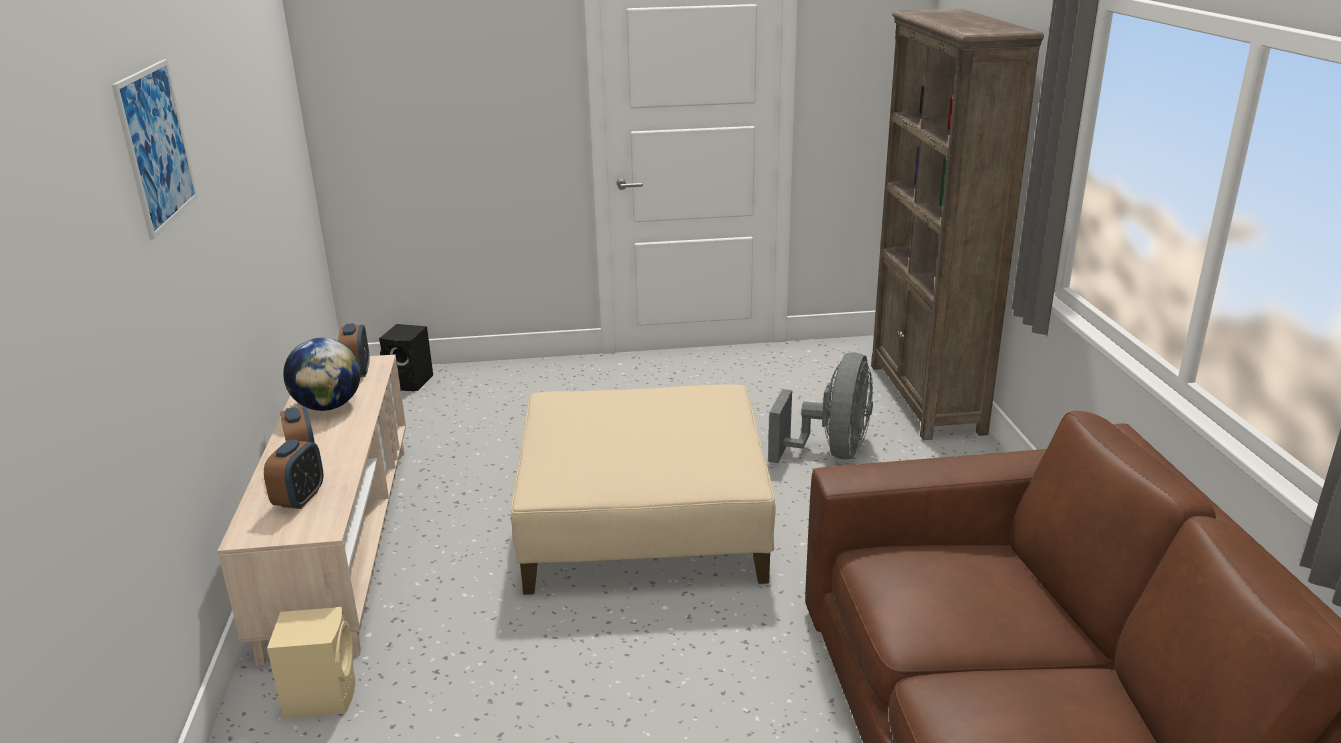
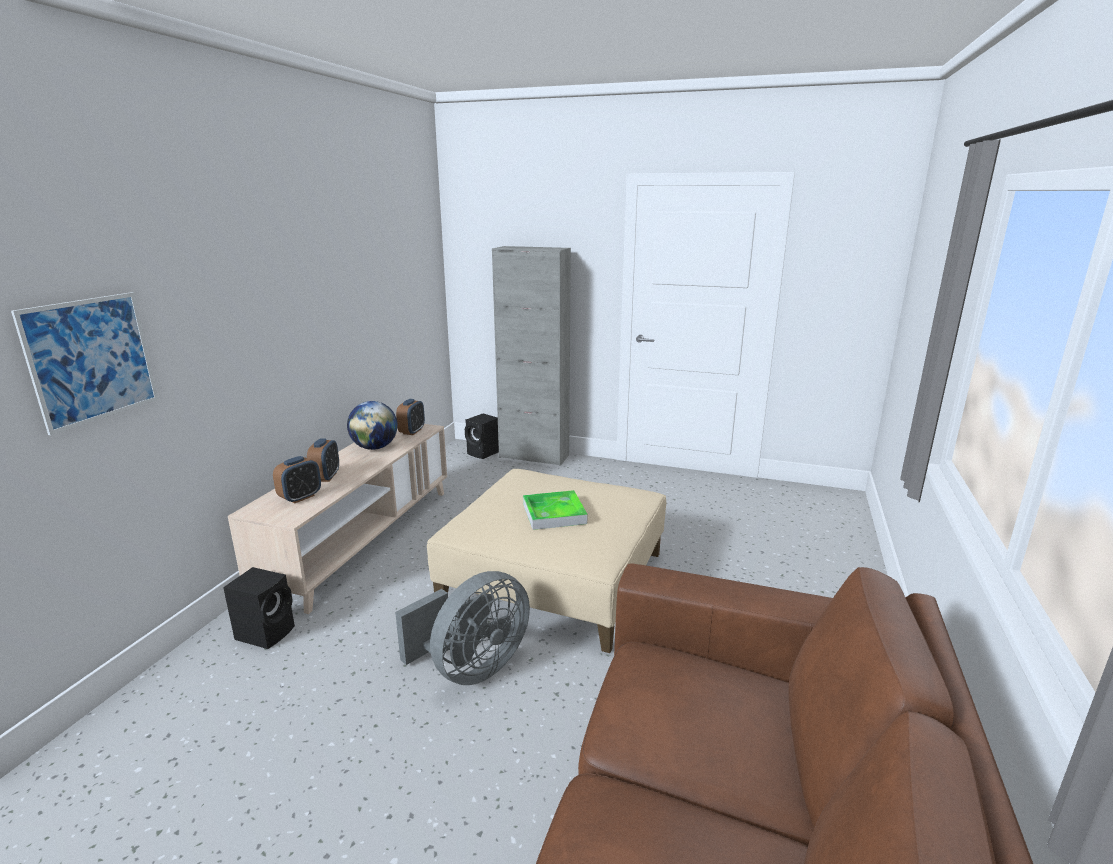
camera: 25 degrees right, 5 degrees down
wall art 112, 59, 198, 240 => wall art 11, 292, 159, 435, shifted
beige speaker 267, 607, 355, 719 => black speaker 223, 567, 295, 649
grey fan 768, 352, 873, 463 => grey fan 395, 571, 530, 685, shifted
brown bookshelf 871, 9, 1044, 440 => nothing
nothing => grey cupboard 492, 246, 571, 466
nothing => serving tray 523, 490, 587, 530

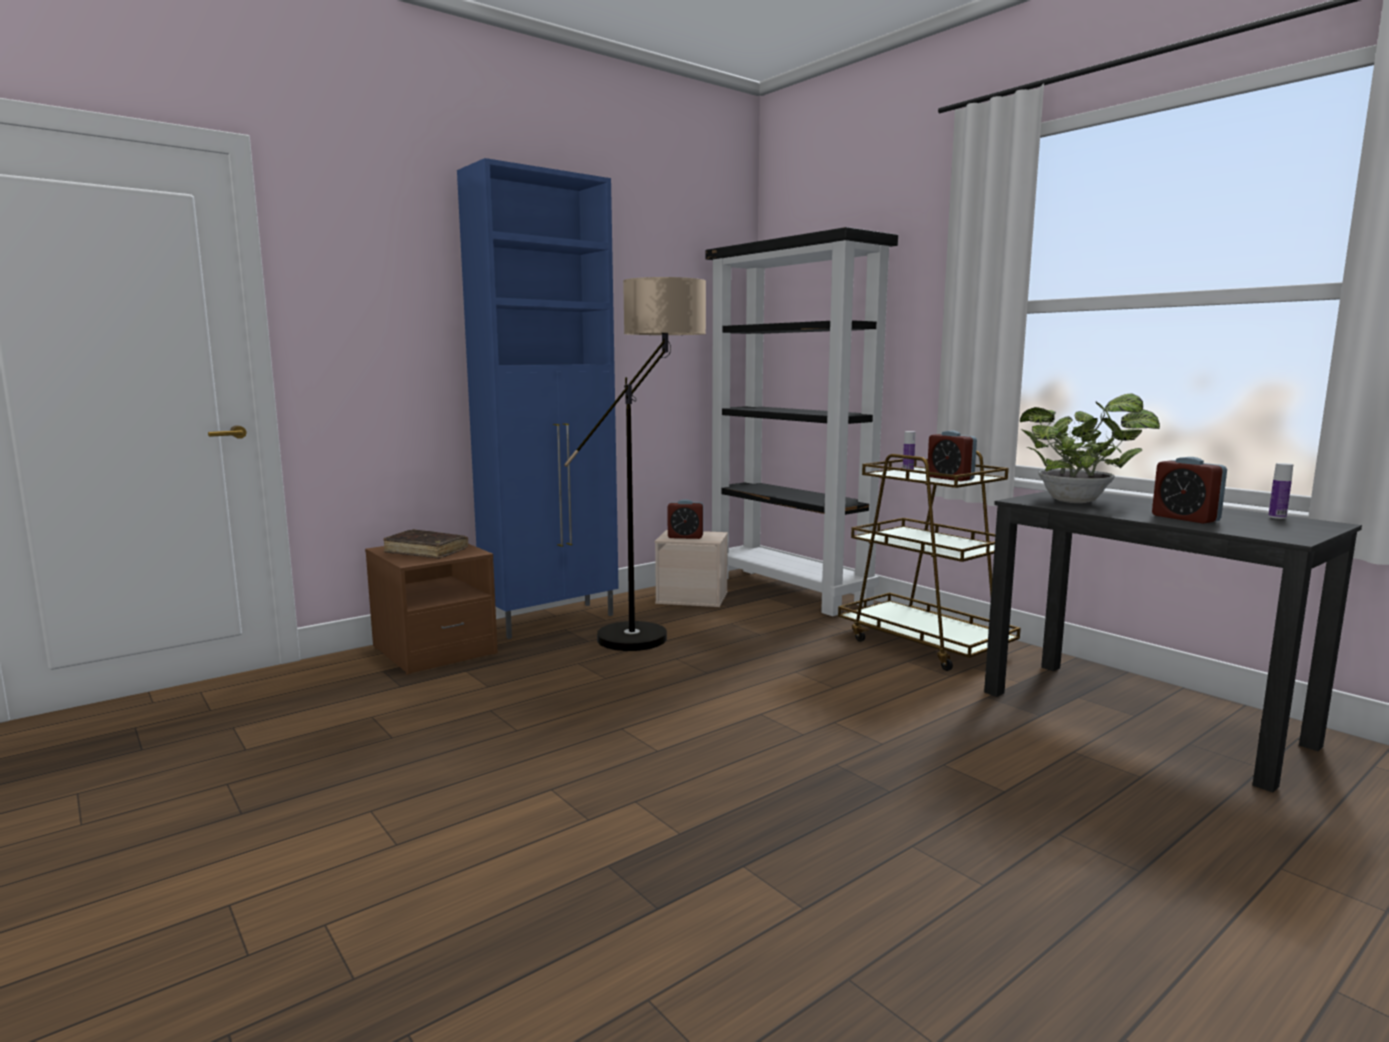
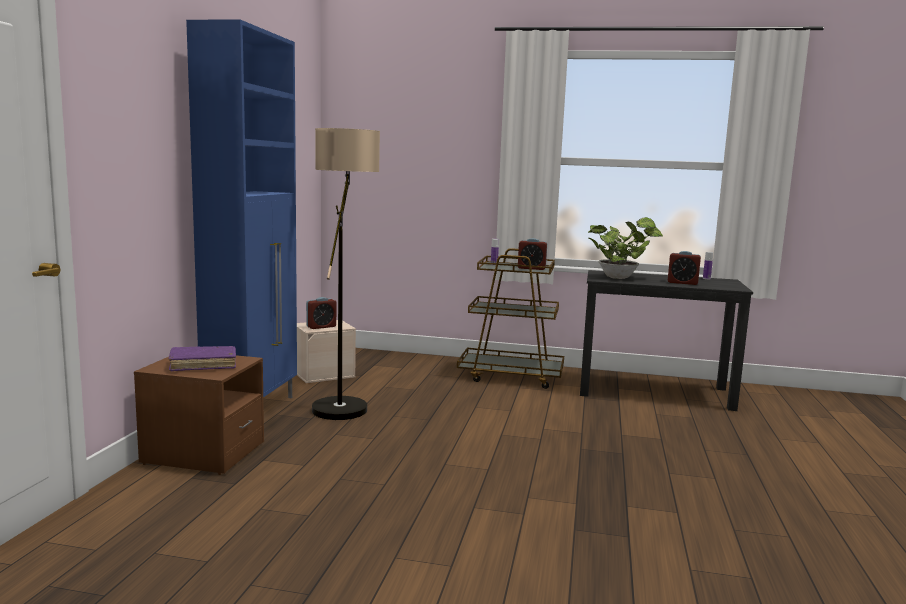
camera: 40 degrees left, 0 degrees up
brown volume 383, 529, 468, 559 => purplish volume 169, 346, 236, 371
black bookshelf 705, 227, 898, 616 => nothing

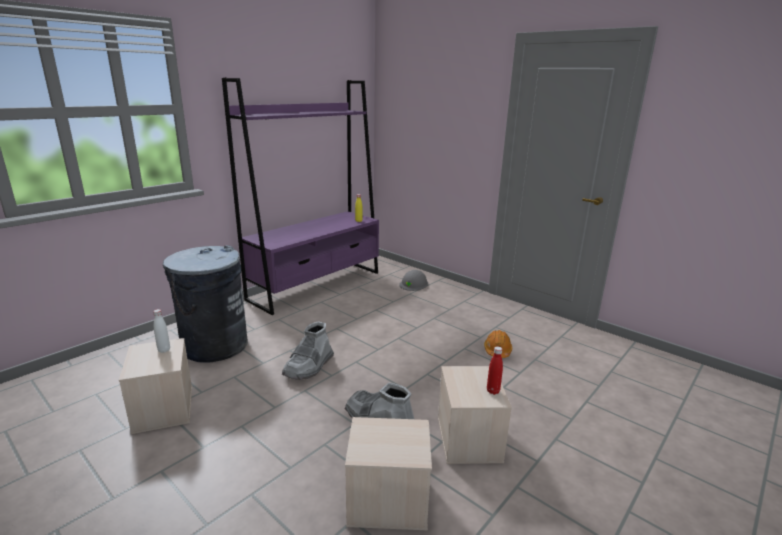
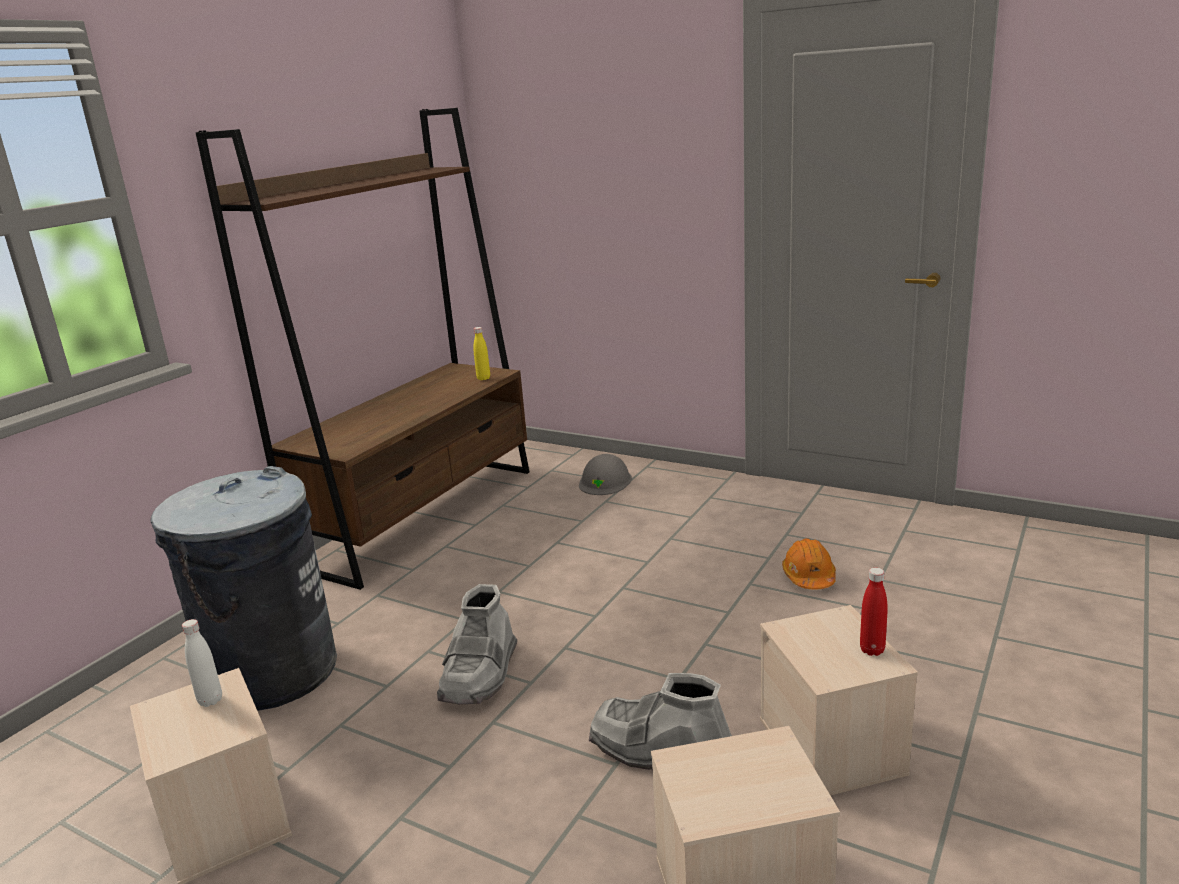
camera: 10 degrees left, 0 degrees up
purplish bookshelf 222, 77, 379, 315 => brown bookshelf 196, 108, 529, 590

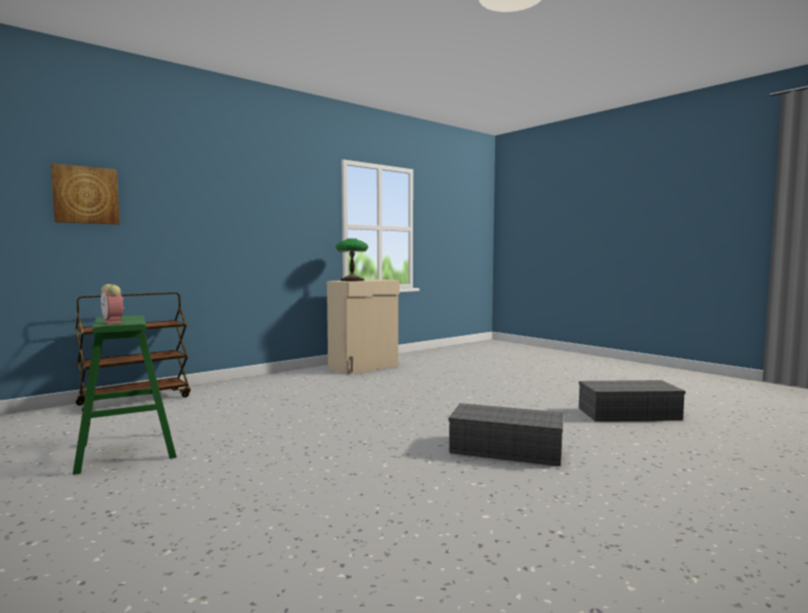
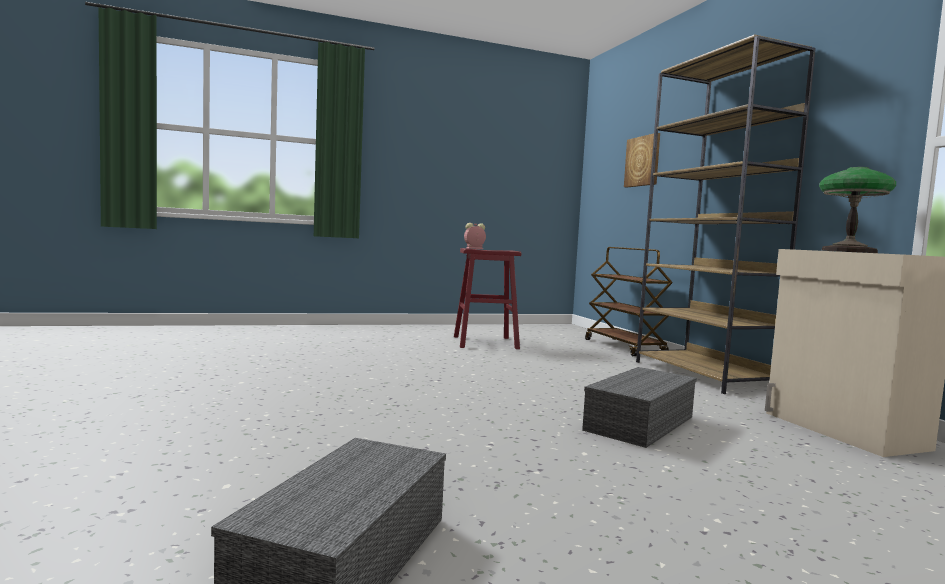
camera: 110 degrees right, 0 degrees up
greenish stool seat 73, 316, 176, 475 => red-coloured stool seat 454, 248, 521, 349
grey storage container 448, 403, 564, 466 => grey storage container 582, 367, 697, 448, shifted
nothing => brown bookshelf 636, 34, 816, 394

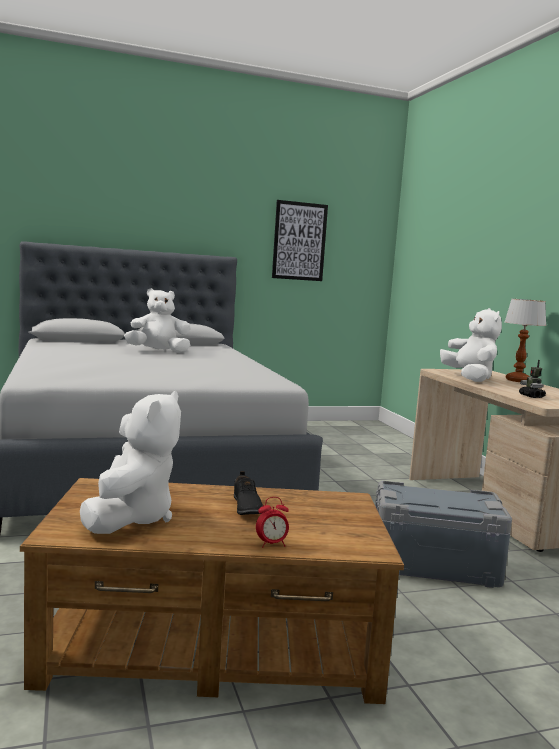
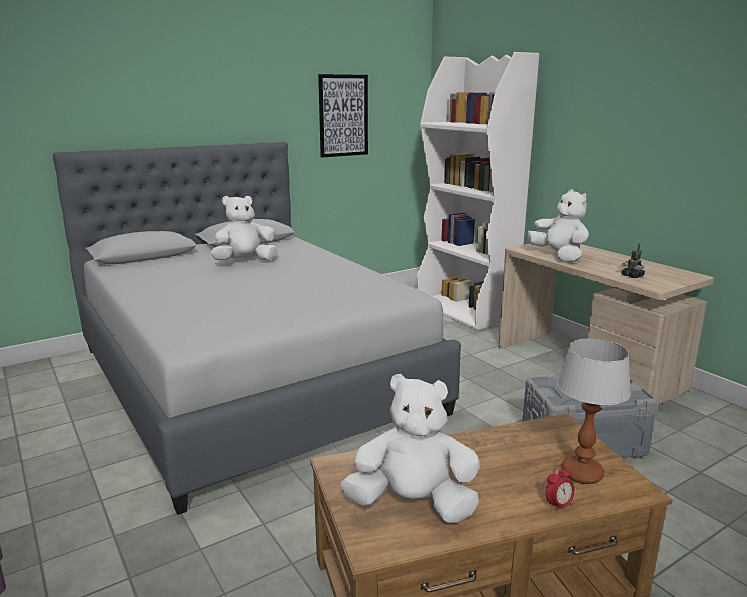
camera: 15 degrees left, 10 degrees up
white cuddly toy 80, 391, 181, 534 => white cuddly toy 341, 374, 480, 523, 75 degrees counterclockwise
black item of footwear 234, 471, 263, 515 => nothing
lamp for a table 505, 299, 546, 382 => lamp for a table 558, 338, 631, 484, shifted
nothing => white bookshelf 416, 52, 539, 330

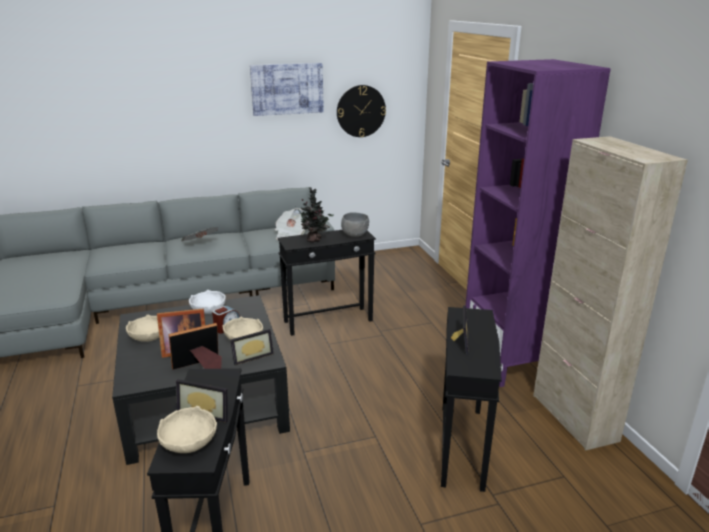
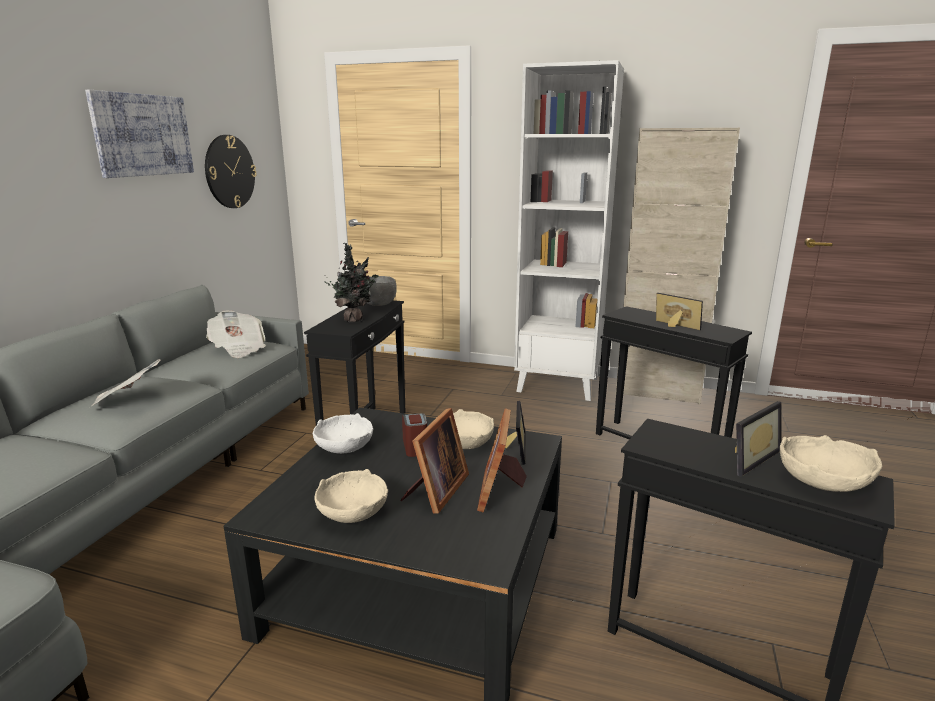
camera: 55 degrees left, 5 degrees down
purplish bookshelf 465, 59, 611, 387 => white bookshelf 514, 60, 624, 401

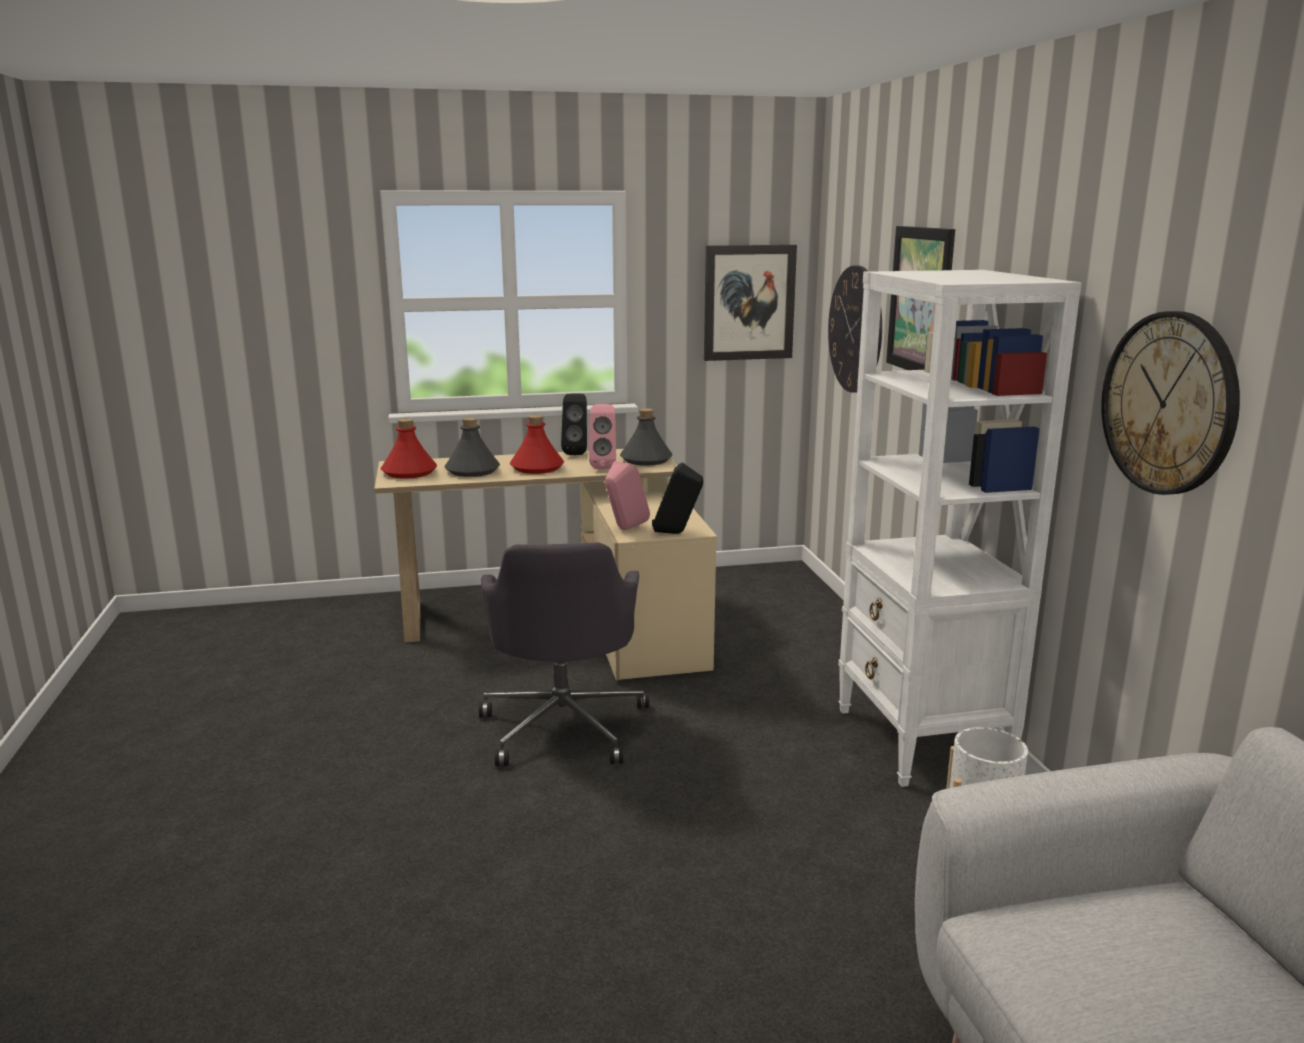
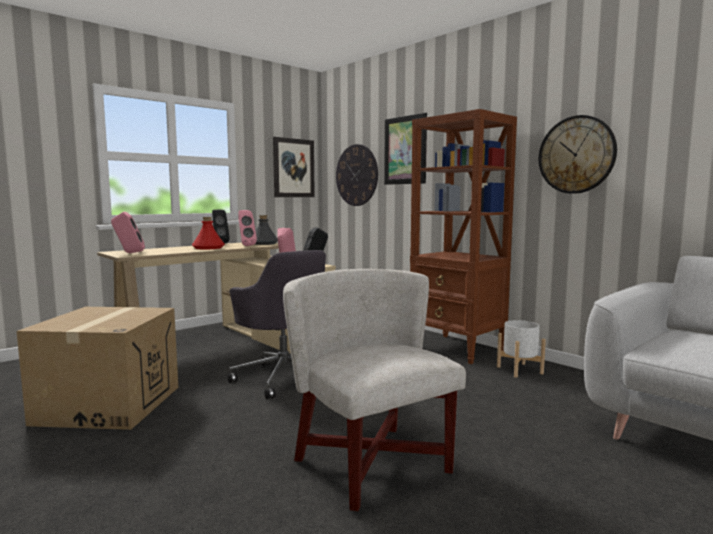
camera: 30 degrees left, 10 degrees down
red-coloured beverage bottle 381, 418, 437, 479 => pink speaker 111, 212, 145, 253
grey beverage bottle 444, 417, 500, 477 => nothing
white bookshelf 838, 270, 1082, 787 => brown bookshelf 410, 109, 517, 364
nothing => cardboard box 17, 307, 178, 430
nothing => white easy chair 283, 269, 466, 511

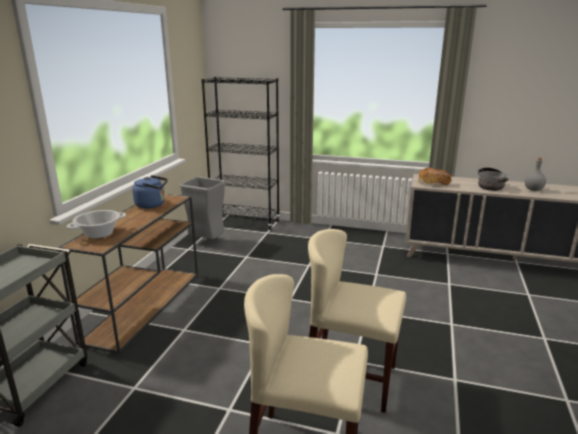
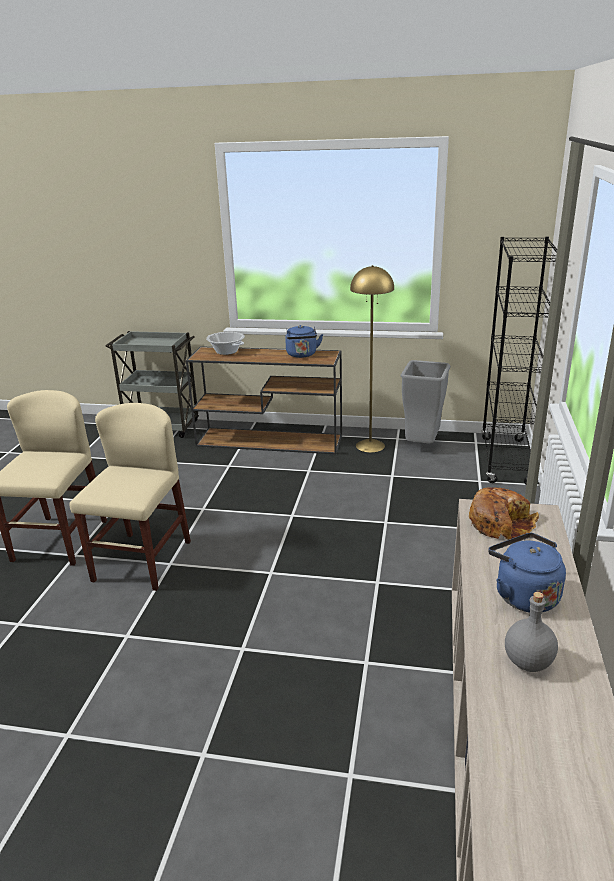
camera: 85 degrees right, 5 degrees up
saucepot 478, 167, 508, 191 => blue water kettle 488, 533, 566, 612
nothing => yellowish floor lamp 350, 265, 394, 453

